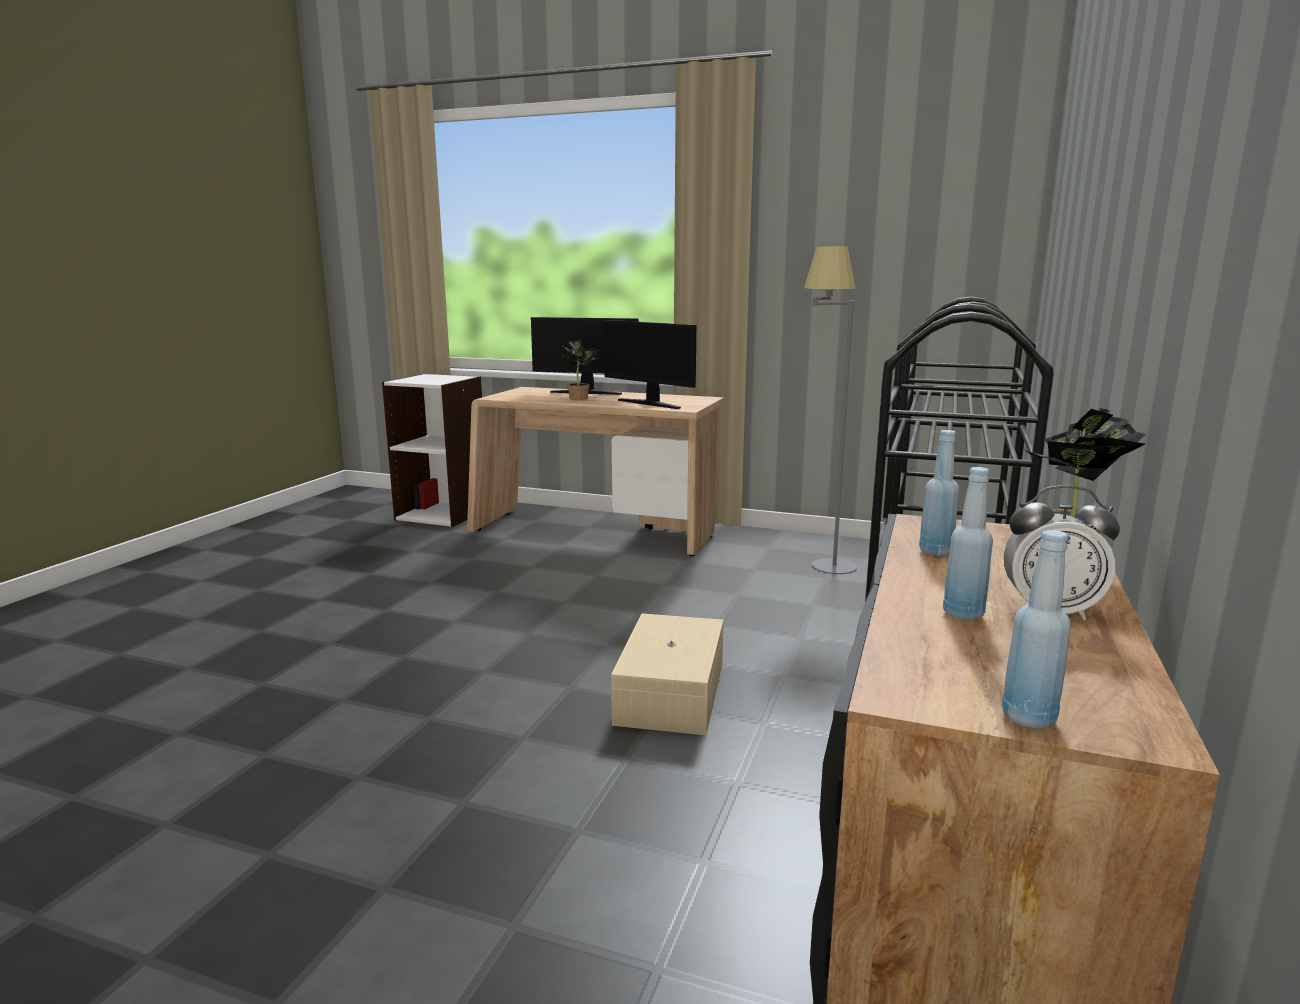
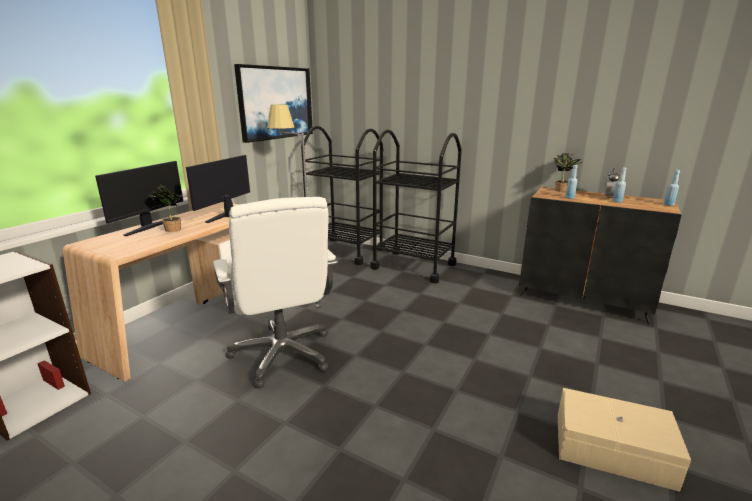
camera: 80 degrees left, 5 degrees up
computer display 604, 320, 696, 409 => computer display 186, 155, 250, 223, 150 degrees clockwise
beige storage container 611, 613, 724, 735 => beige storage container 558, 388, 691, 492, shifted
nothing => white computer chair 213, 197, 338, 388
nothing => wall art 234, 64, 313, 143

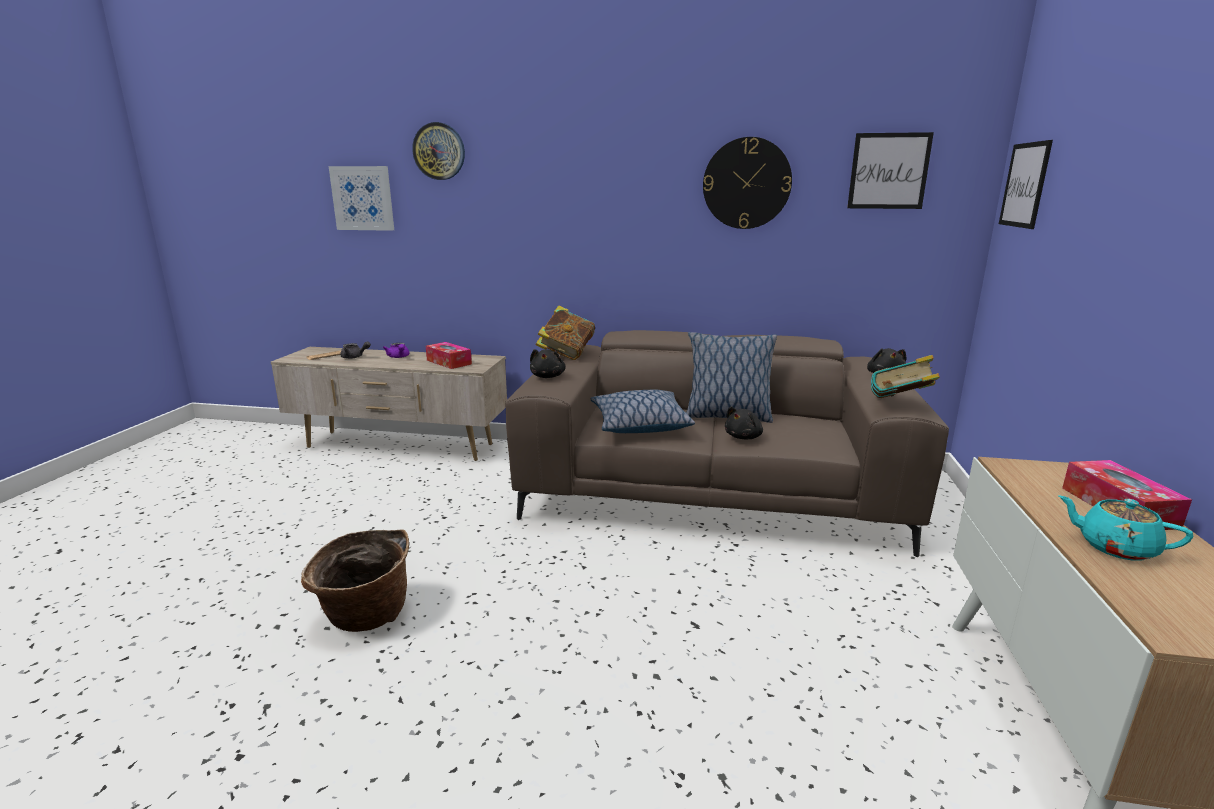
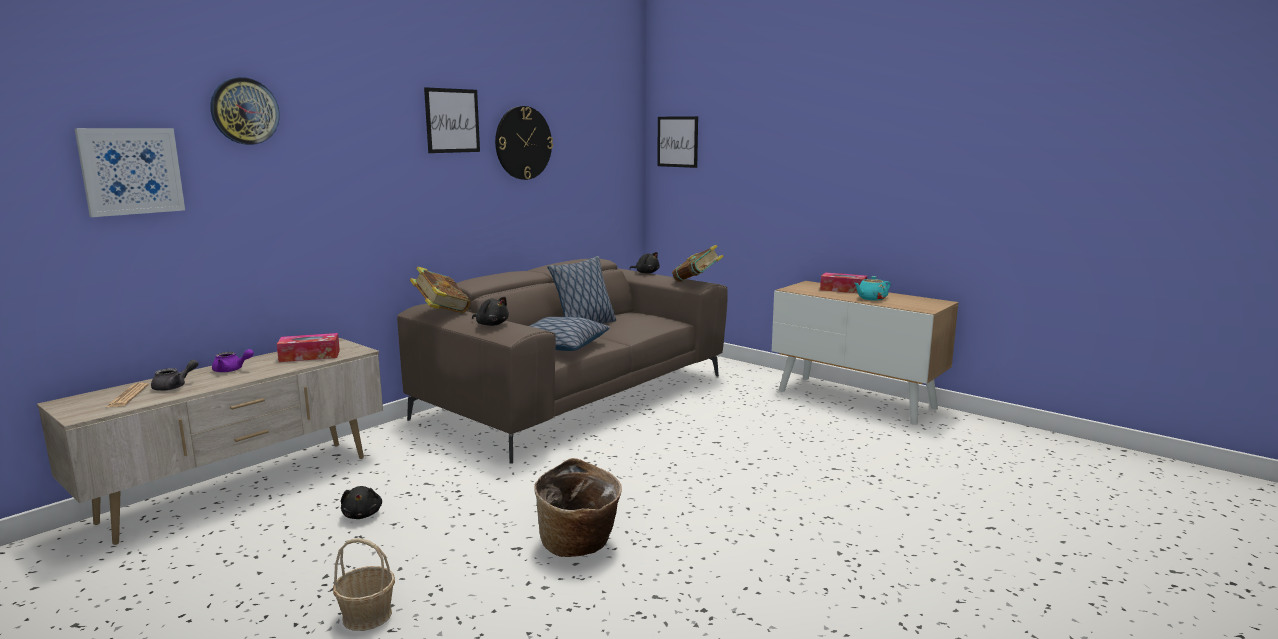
camera: 60 degrees left, 5 degrees down
black cuddly toy 725, 407, 763, 439 => black cuddly toy 341, 486, 382, 519, shifted
wall art 847, 132, 934, 209 => wall art 424, 87, 480, 153, shifted
nothing => household basket 333, 538, 395, 631

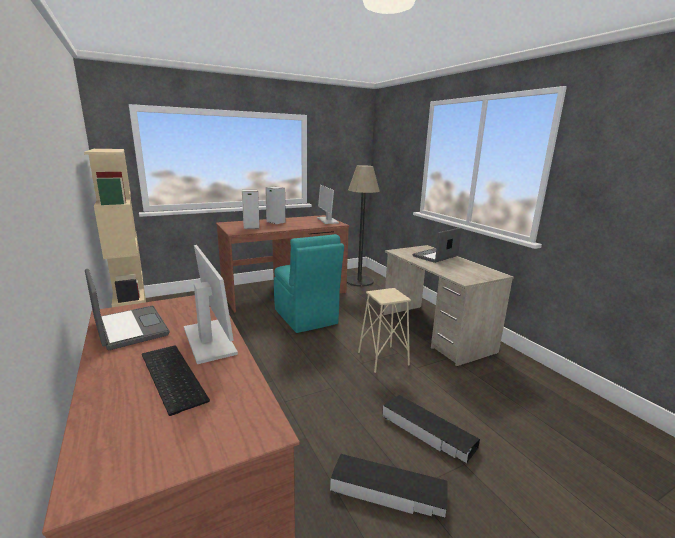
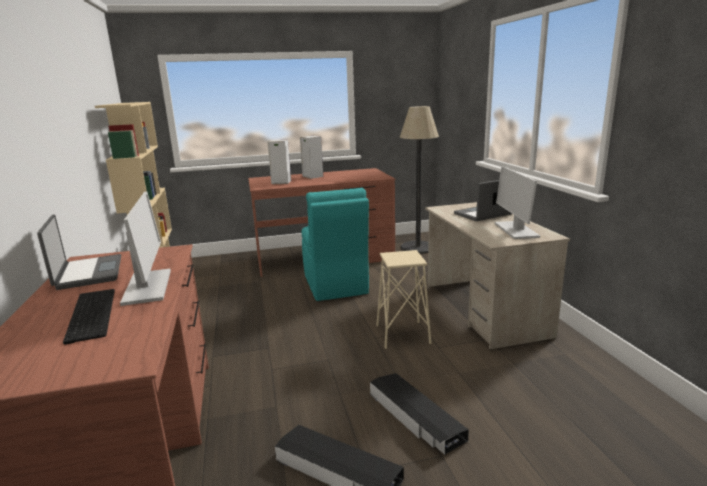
camera: 15 degrees right, 0 degrees up
computer display 317, 185, 339, 224 => computer display 495, 166, 540, 239, shifted

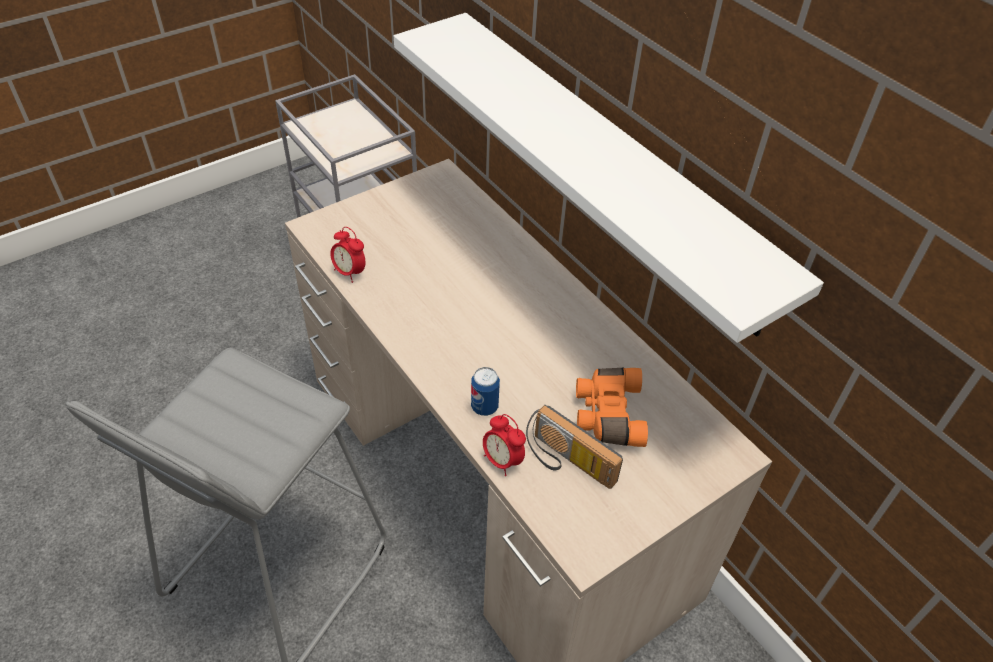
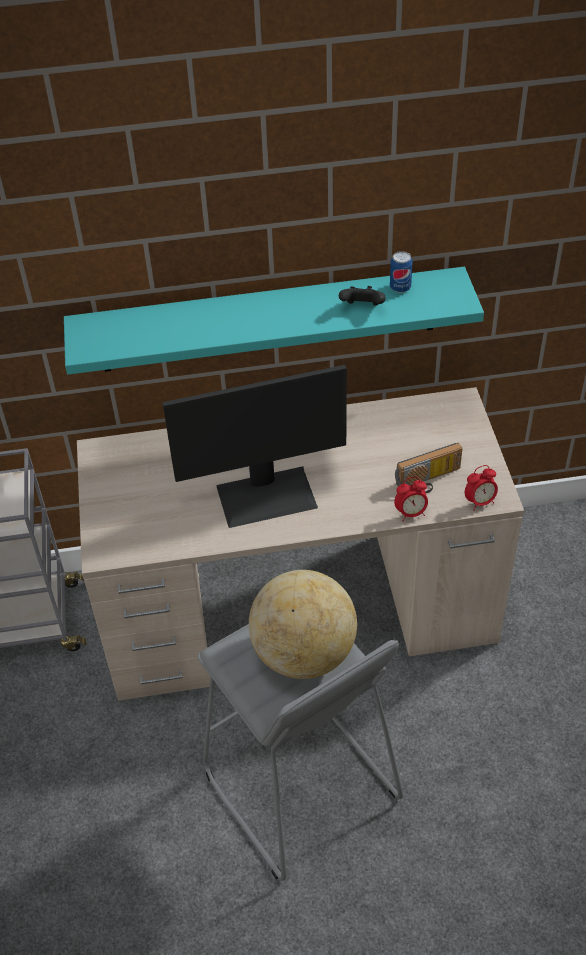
camera: 60 degrees left, 0 degrees up
bedside clock 330, 227, 365, 283 => bedside clock 465, 465, 498, 511, shifted
white bracket shelf 394, 13, 824, 343 => blue-green bracket shelf 64, 267, 484, 375
metal can 471, 367, 500, 416 => metal can 390, 251, 413, 293, shifted
orange-coloured field glasses 576, 368, 648, 447 => nothing
nothing => computer display 162, 365, 347, 528
nothing => desk globe 249, 570, 357, 679
nothing => black joypad 339, 286, 385, 306

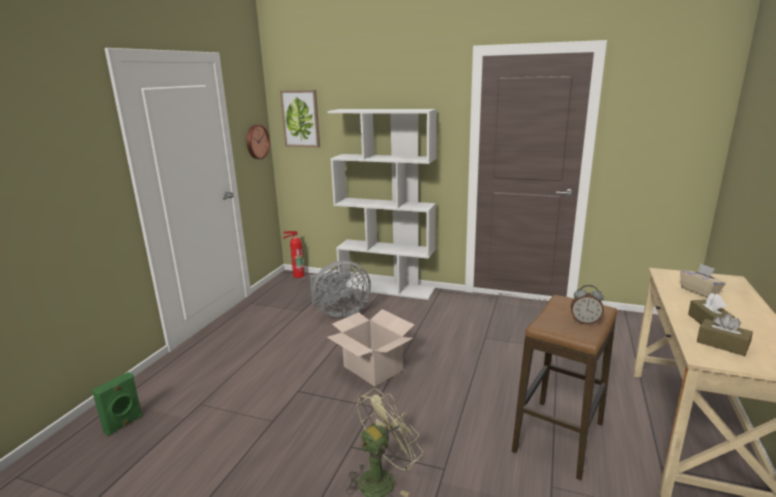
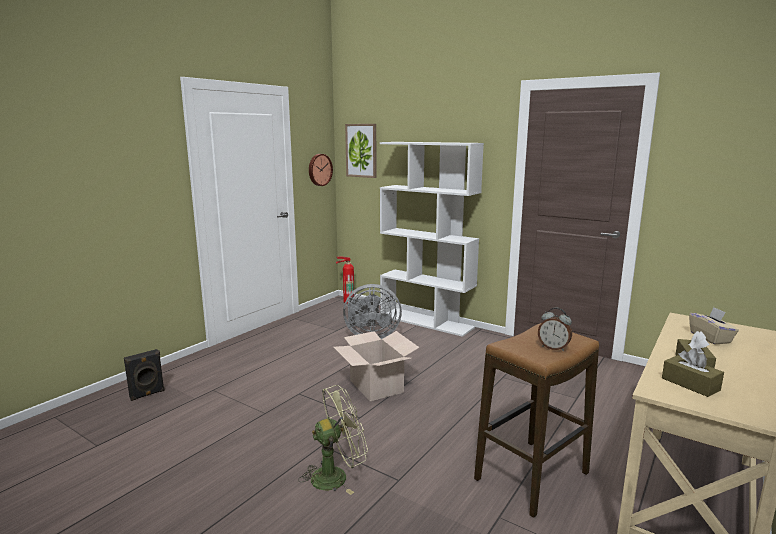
camera: 15 degrees right, 5 degrees down
greenish speaker 92, 372, 143, 436 => black speaker 124, 349, 165, 401

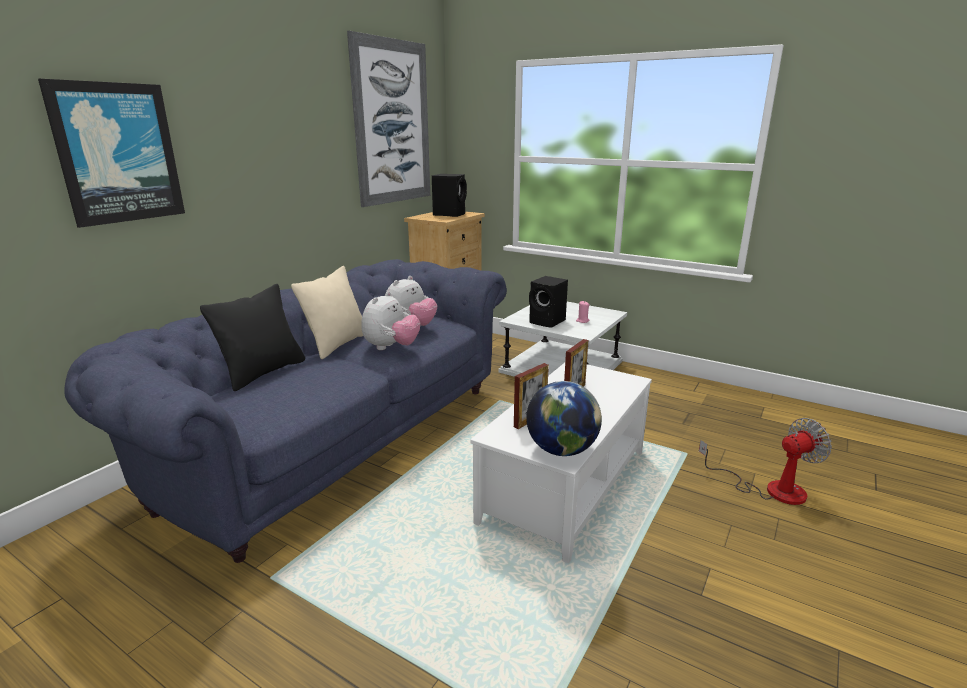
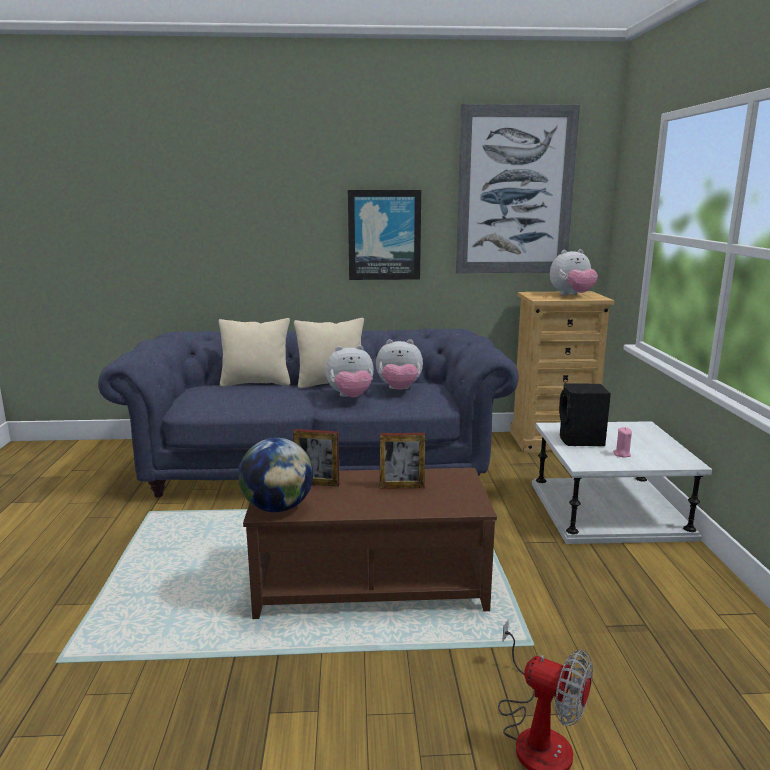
camera: 55 degrees right, 5 degrees down
wall art 38, 79, 185, 228 => wall art 348, 190, 421, 280, shifted
black pillow 200, 284, 305, 391 => beige pillow 219, 318, 290, 387
black speaker 432, 174, 467, 217 => cuddly toy 550, 249, 598, 296
white low table 470, 363, 652, 564 => brown low table 243, 468, 497, 619

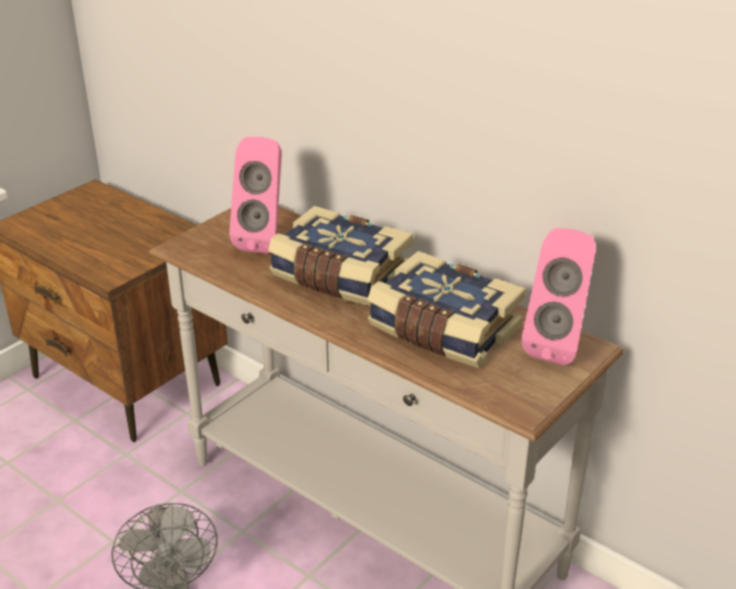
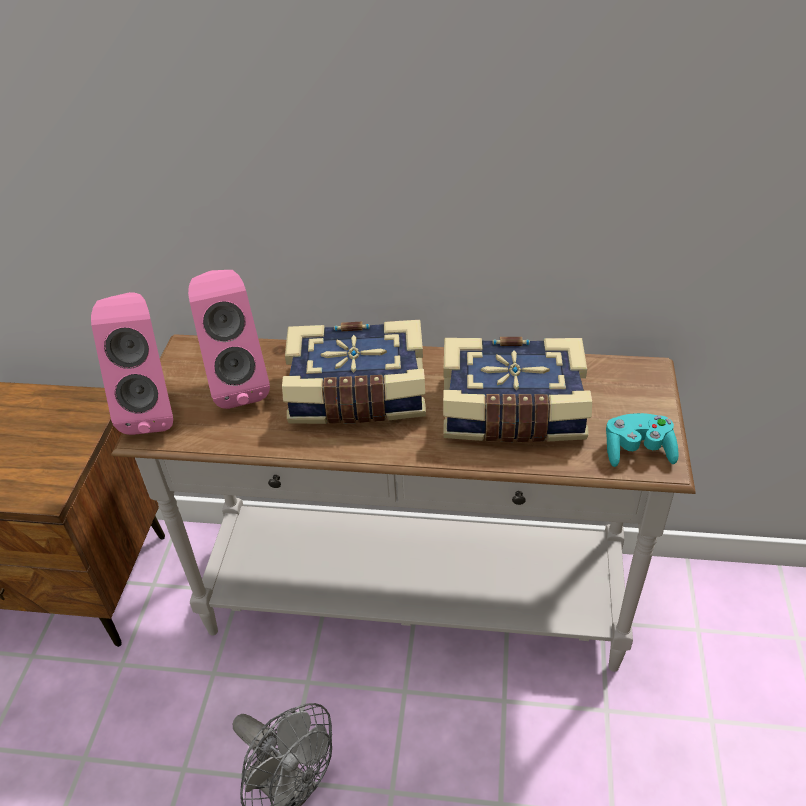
camera: 30 degrees left, 10 degrees up
pink speaker 521, 228, 596, 365 => pink speaker 91, 292, 173, 435, shifted
nothing => blue-green joypad 606, 413, 679, 467

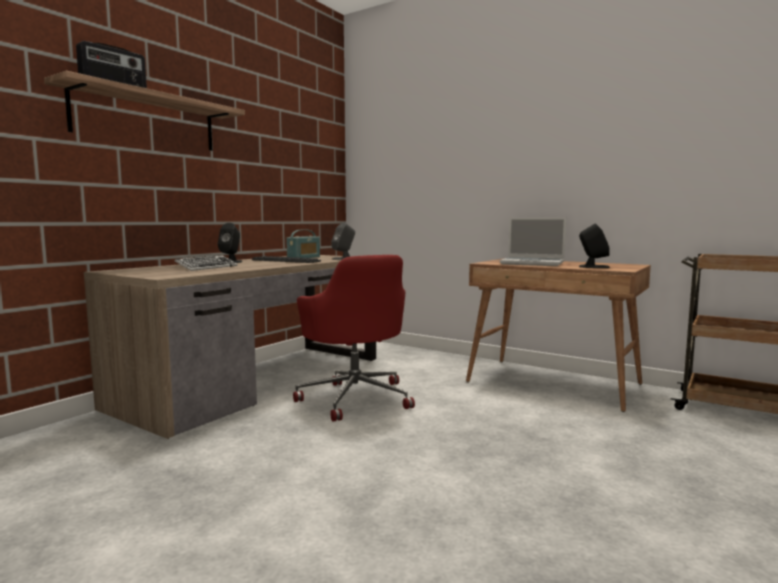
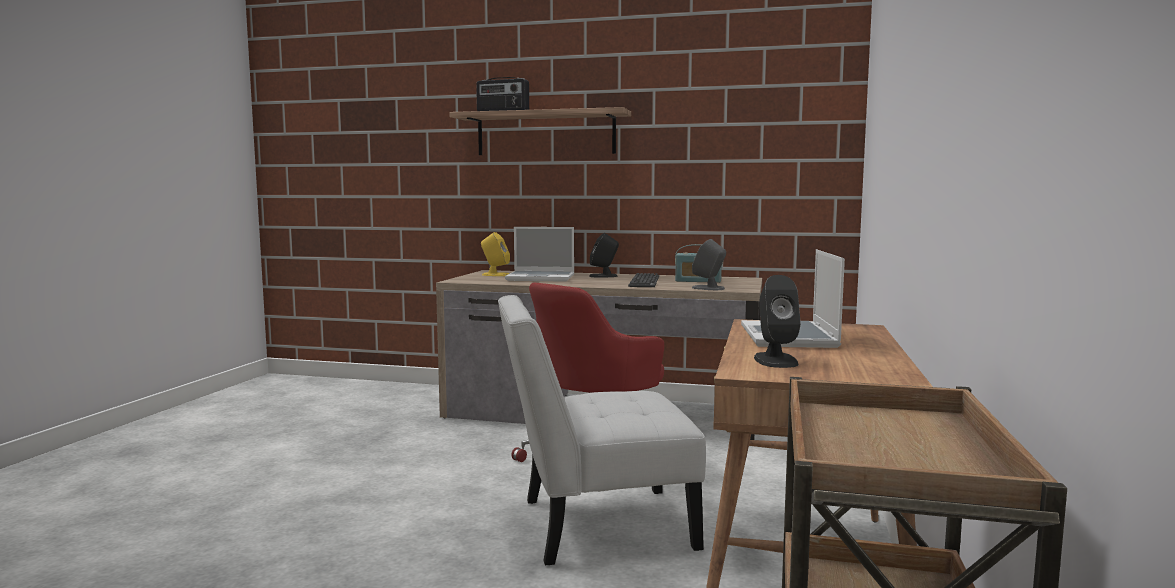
camera: 70 degrees right, 0 degrees up
computer keyboard 175, 255, 238, 271 => portable computer 505, 227, 574, 282
nothing => yellowish speaker 481, 232, 510, 276
nothing => white plain chair 498, 295, 706, 565

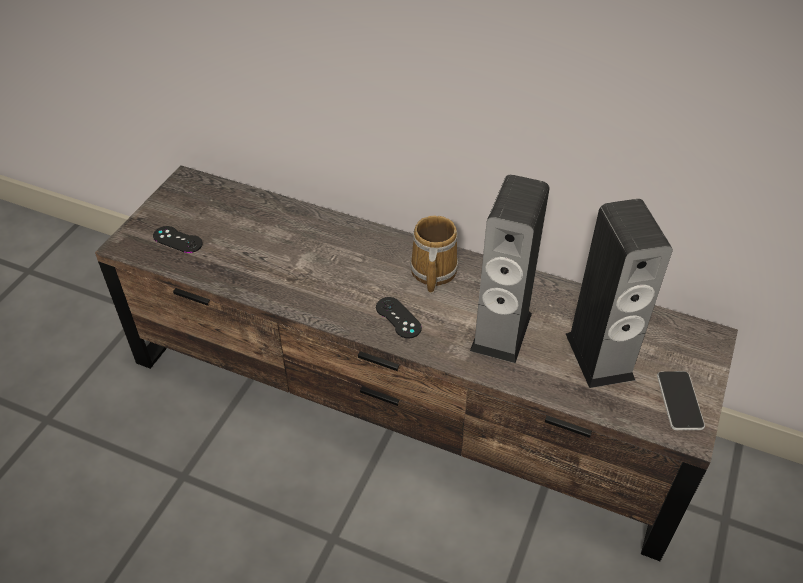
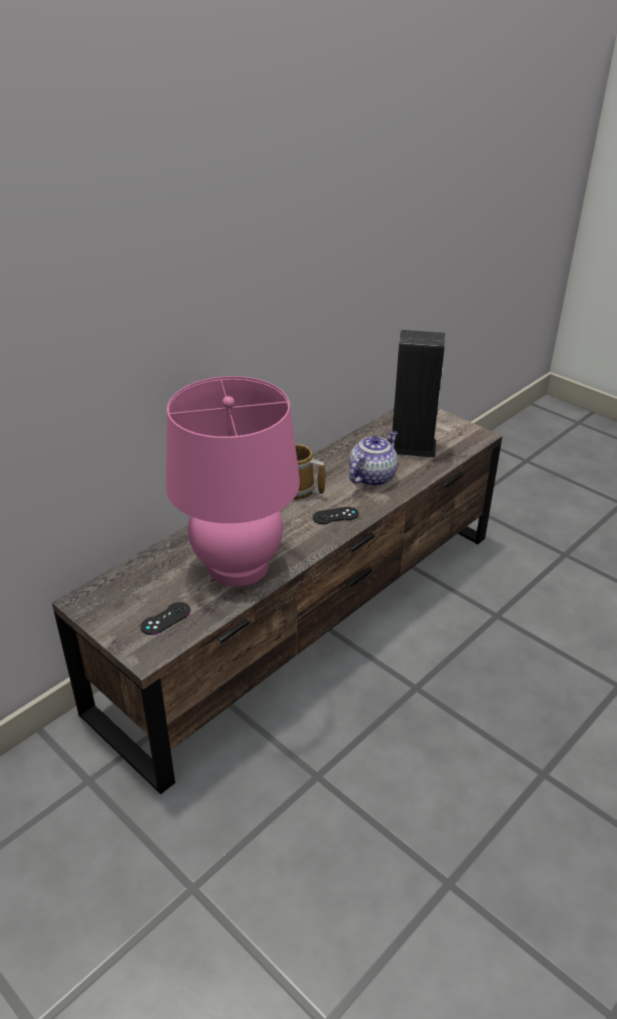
camera: 70 degrees left, 10 degrees down
speaker 470, 175, 549, 363 => teapot 349, 431, 398, 486
telephone 657, 371, 705, 430 => nothing
nothing => pink lamp for a table 166, 376, 300, 587

